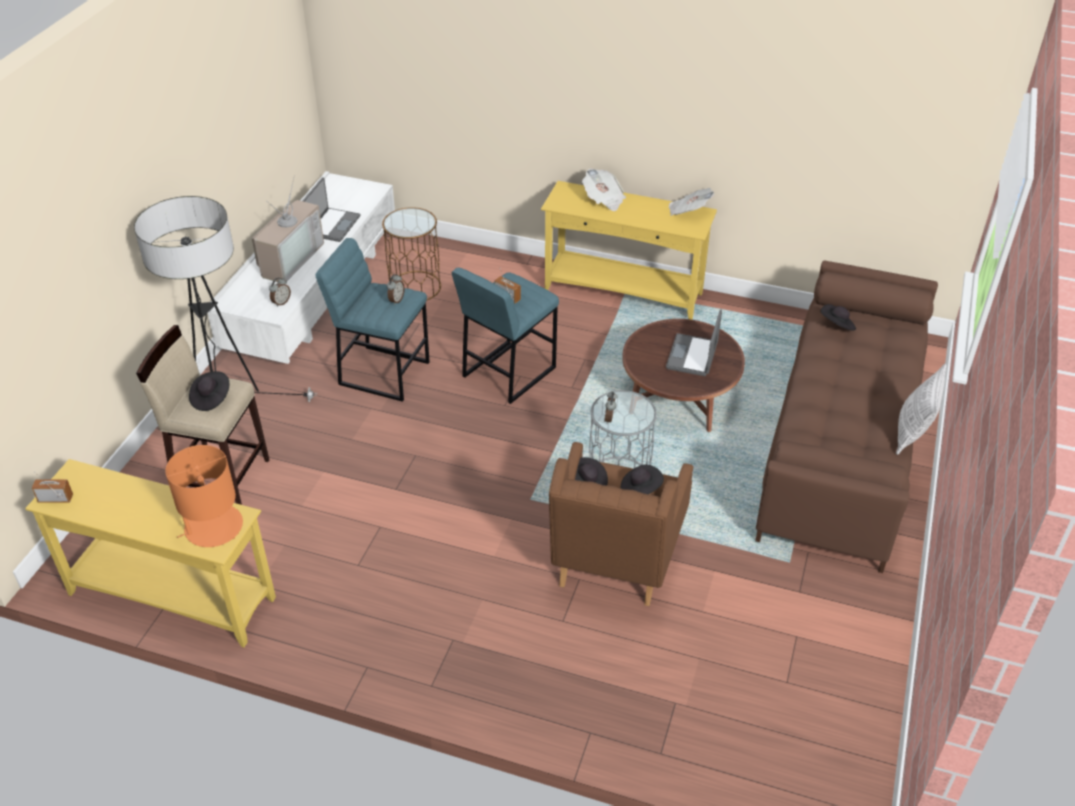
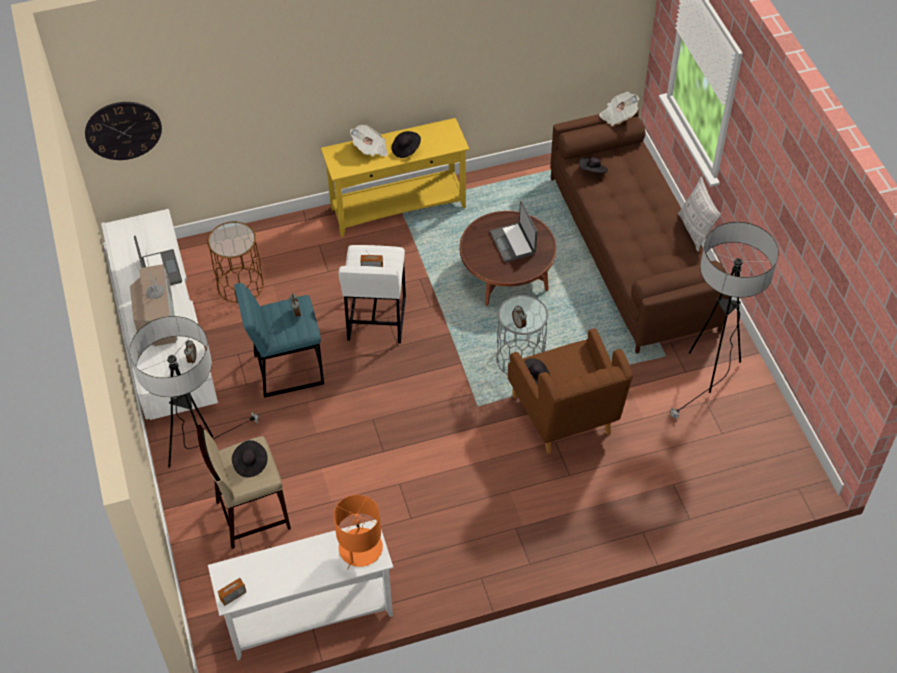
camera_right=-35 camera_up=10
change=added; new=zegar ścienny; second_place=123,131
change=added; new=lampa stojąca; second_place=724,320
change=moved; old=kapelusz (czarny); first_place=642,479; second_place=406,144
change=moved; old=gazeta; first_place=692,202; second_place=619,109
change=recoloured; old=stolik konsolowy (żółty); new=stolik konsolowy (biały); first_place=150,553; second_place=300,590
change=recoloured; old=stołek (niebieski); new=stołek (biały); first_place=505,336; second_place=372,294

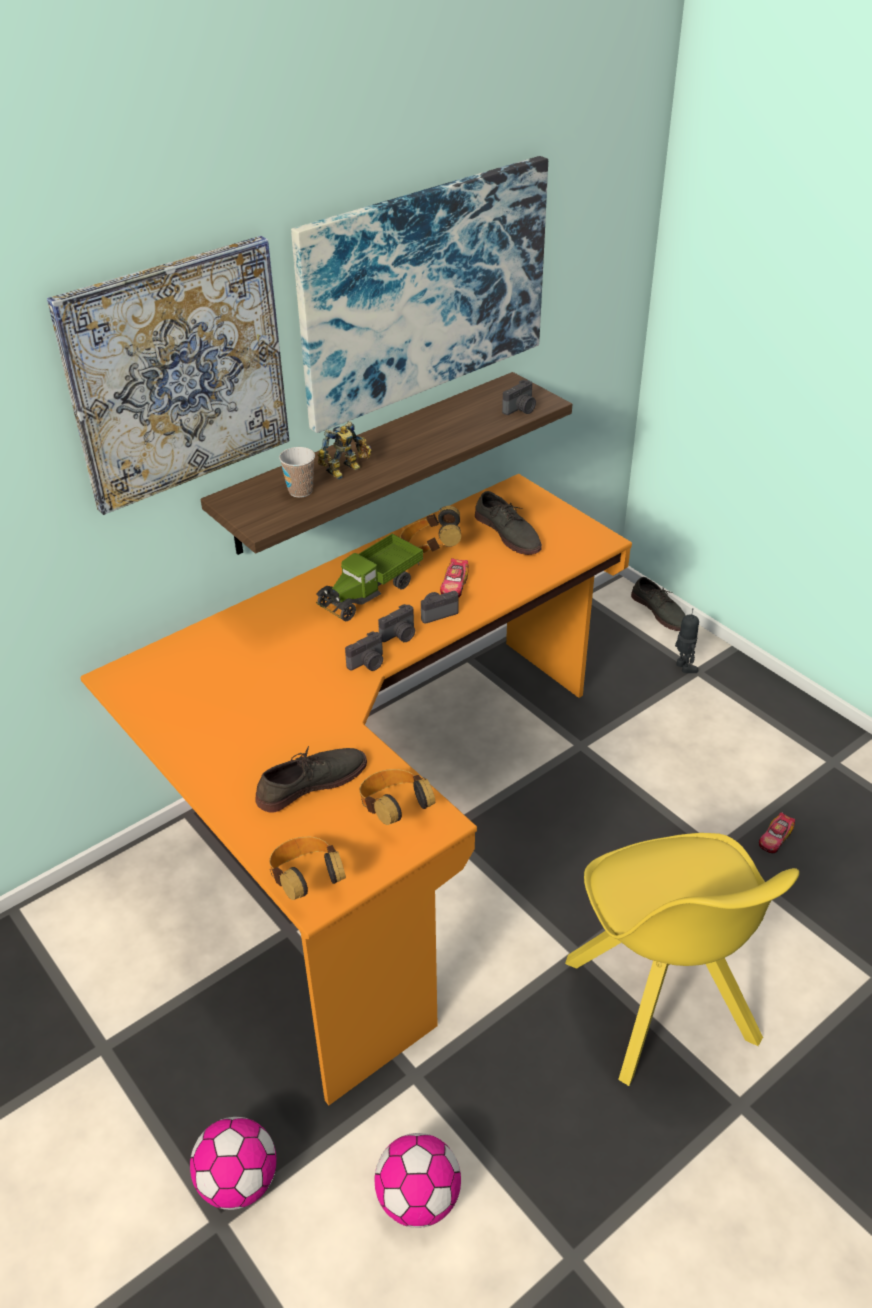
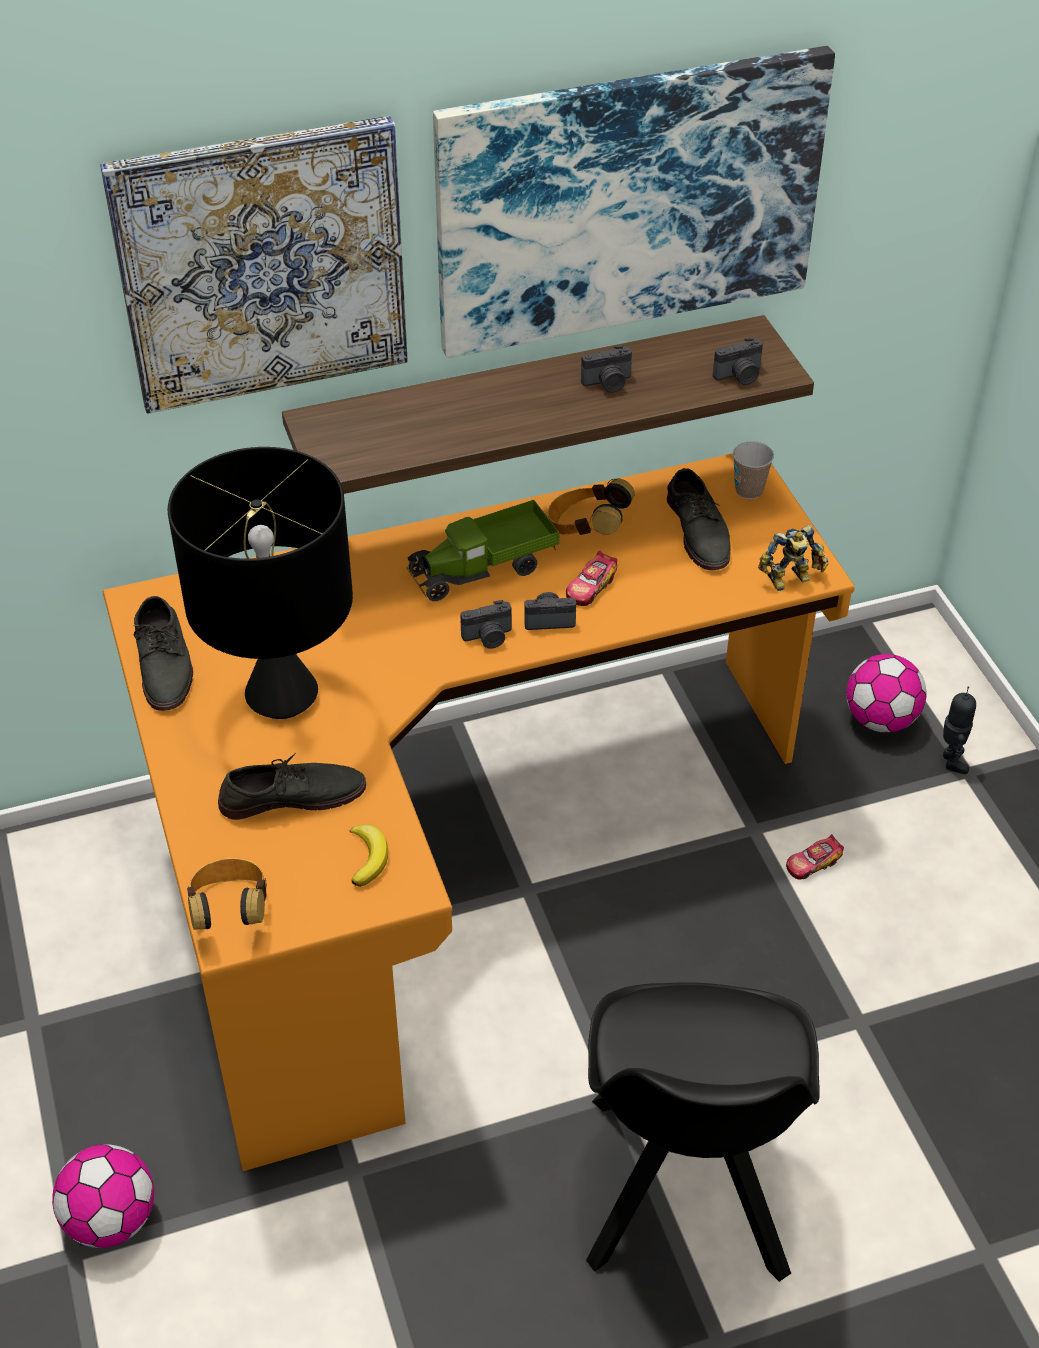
camera_right=20 camera_up=5
change=added; new=lampa stołowa (czarny); second_place=260,583
change=moved; old=filiżanka; first_place=297,472; second_place=753,470
change=moved; old=robot zabawkowy; first_place=345,450; second_place=793,558
change=moved; old=aparat fotograficzny; first_place=364,651; second_place=606,369
change=moved; old=piłka futbolowa; first_place=418,1180; second_place=886,693
change=moved; old=but (szary); first_place=658,604; second_place=163,653
change=moved; old=samochodzik; first_place=777,832; second_place=815,857
change=replaced; old=słuchawki; new=banan; first_place=397,797; second_place=369,855
change=recoloured; old=krzesło (żółty); new=krzesło (czarny); first_place=682,959; second_place=703,1132

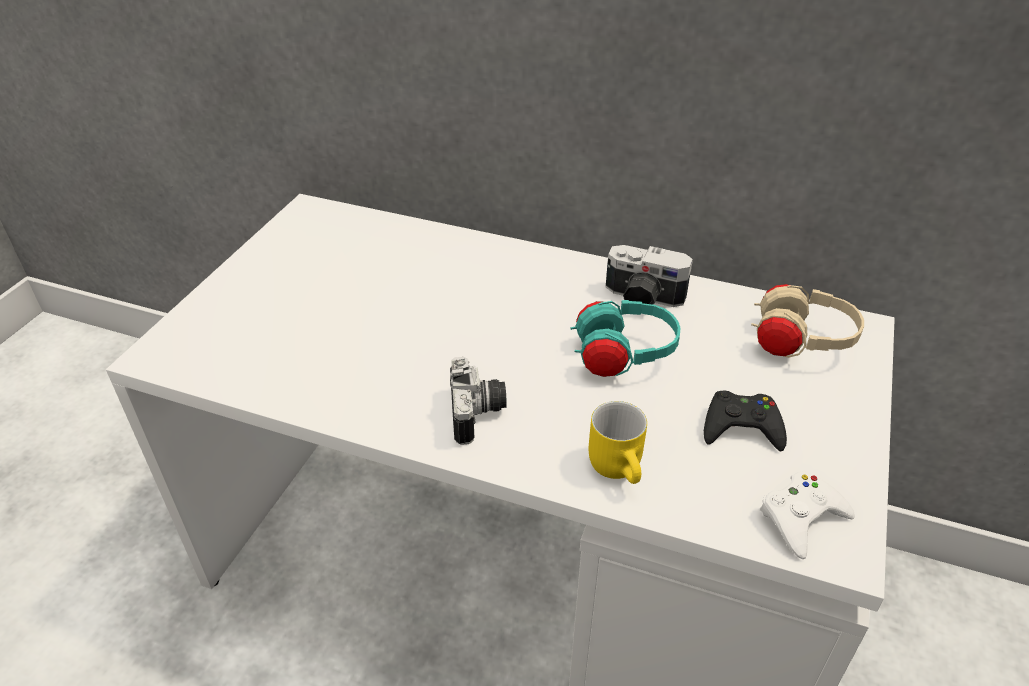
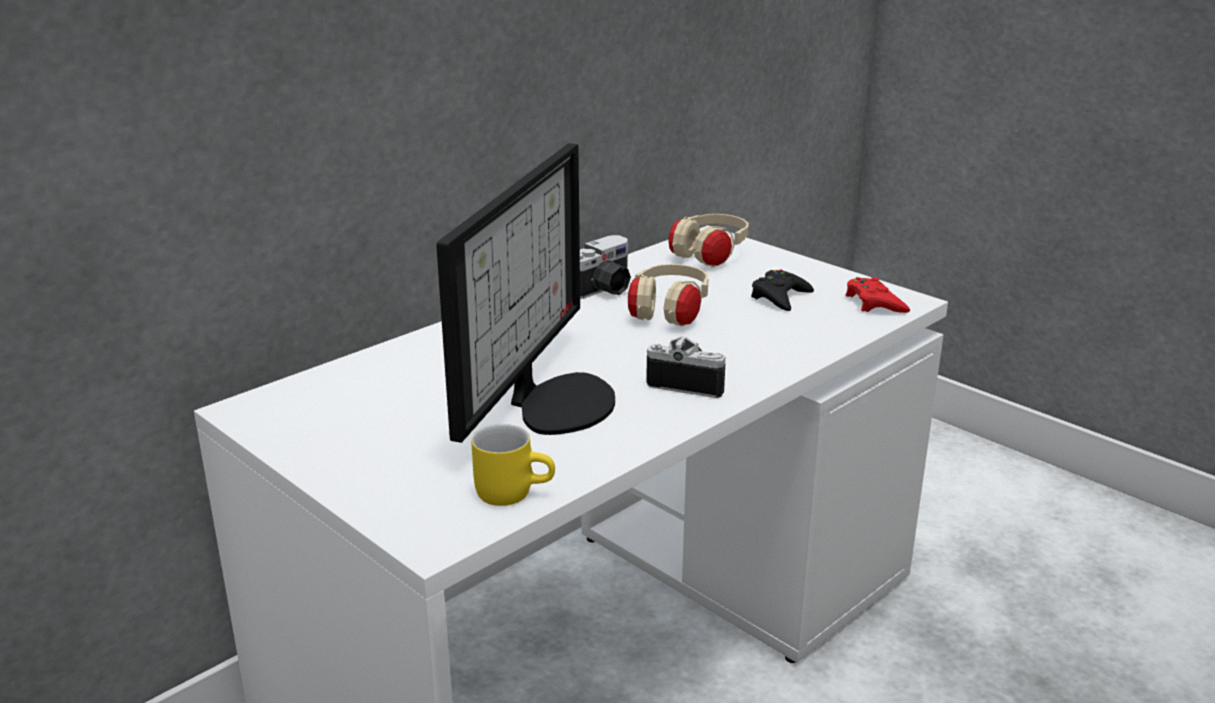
camera_right=-65 camera_up=-15
change=added; new=monitor; second_place=525,293
change=moved; old=kubek (żółty); first_place=618,442; second_place=513,465
change=recoloured; old=słuchawki (turkusowy); new=słuchawki (beżowy); first_place=625,338; second_place=668,295
change=recoloured; old=pad do gier (biały); new=pad do gier (czerwony); first_place=807,515; second_place=878,295

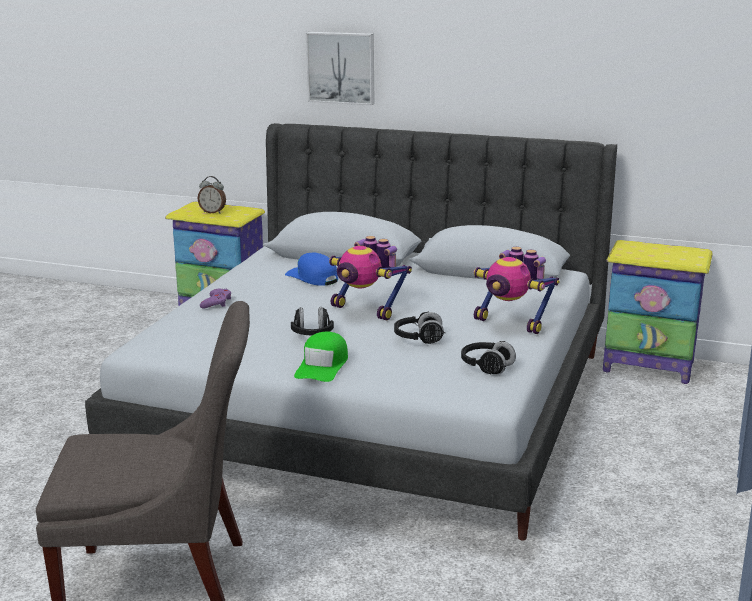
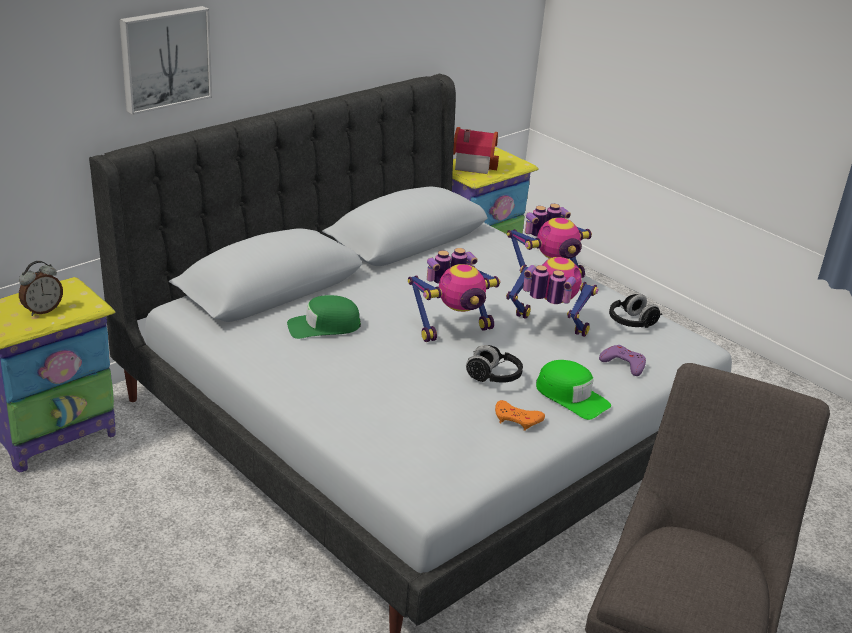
camera_right=-65 camera_up=10
change=added; new=domek; second_place=476,150
change=added; new=pad do gier (pomarańczowy); second_place=520,415
change=moved; old=pad do gier (fioletowy); first_place=215,299; second_place=622,360
change=replaced; old=słuchawki (czarny); new=robot zabawkowy; first_place=420,328; second_place=552,297
change=recoloured; old=czapka z daszkiem (niebieski); new=czapka z daszkiem (zielony); first_place=311,269; second_place=324,317

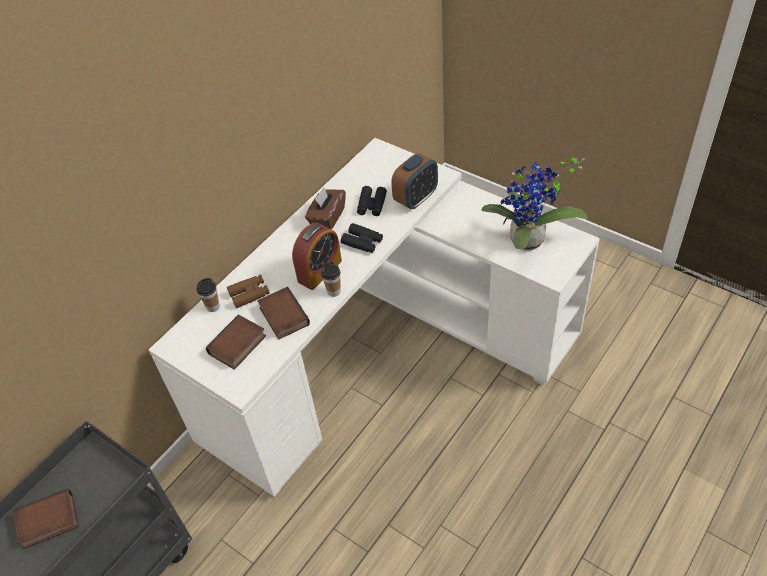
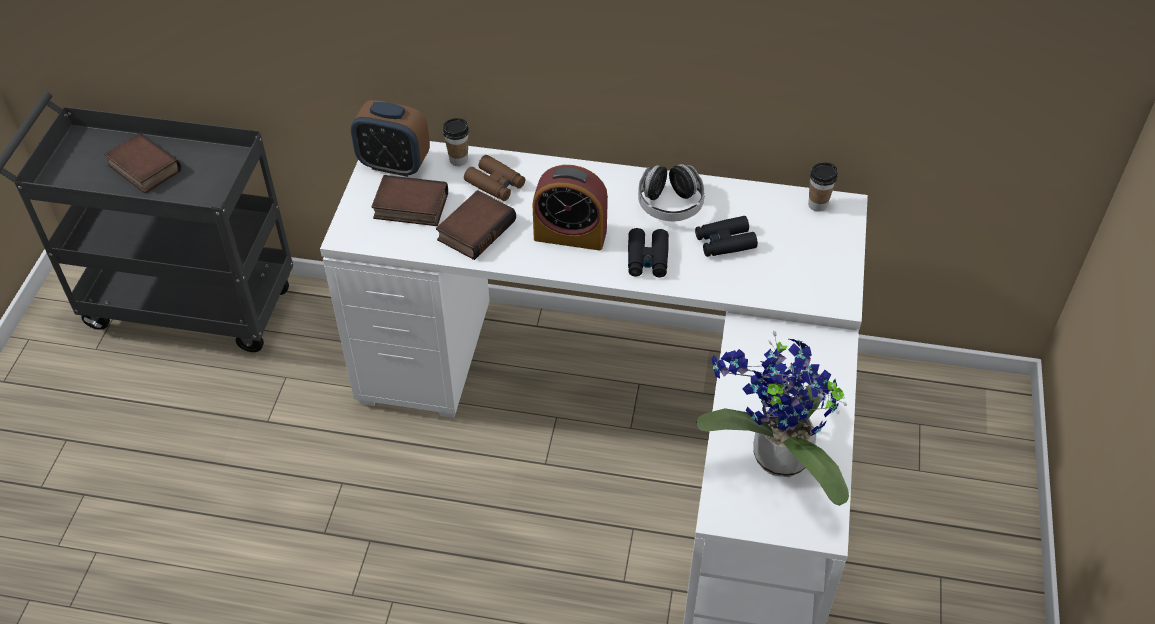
camera_right=60 camera_up=0
change=moved; old=filiżanka; first_place=331,279; second_place=823,187
change=moved; old=budzik; first_place=414,181; second_place=390,138
change=replaced; old=pudełko chusteczek (brązowy); new=słuchawki; first_place=325,208; second_place=671,192

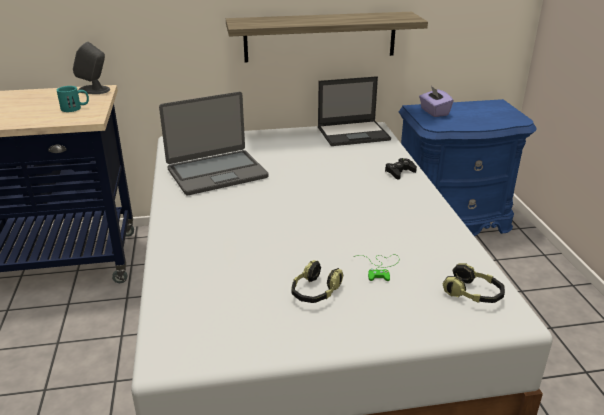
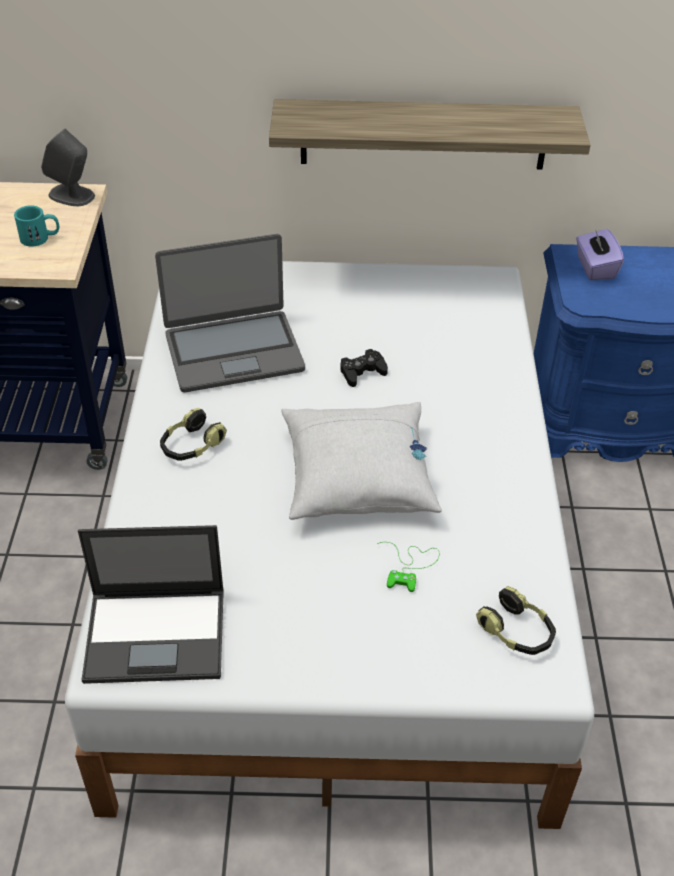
camera_right=10 camera_up=15
change=added; new=poduszka (szary); second_place=361,461
change=moved; old=słuchawki; first_place=317,281; second_place=193,434
change=moved; old=laptop; first_place=354,111; second_place=151,604
change=moved; old=pad do gier (czarny); first_place=401,169; second_place=364,368

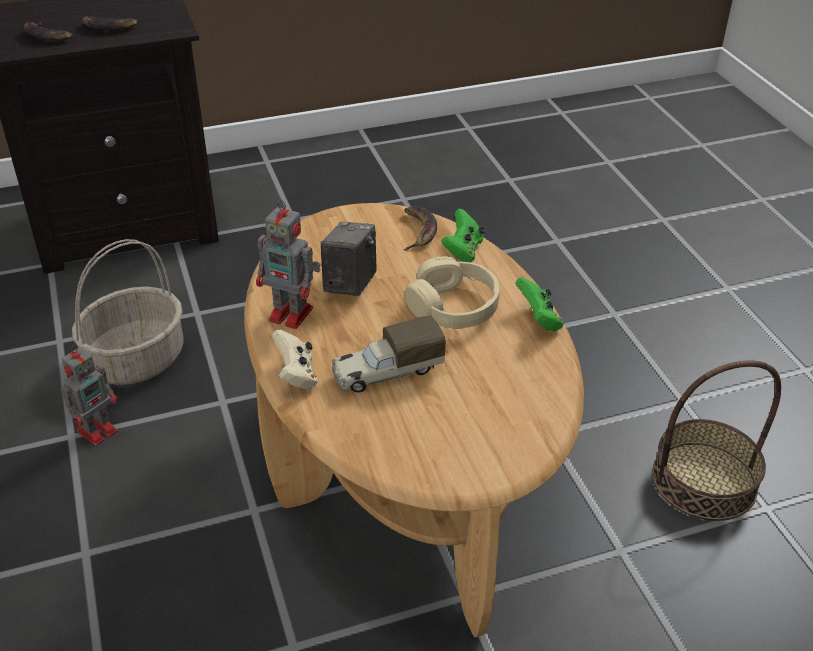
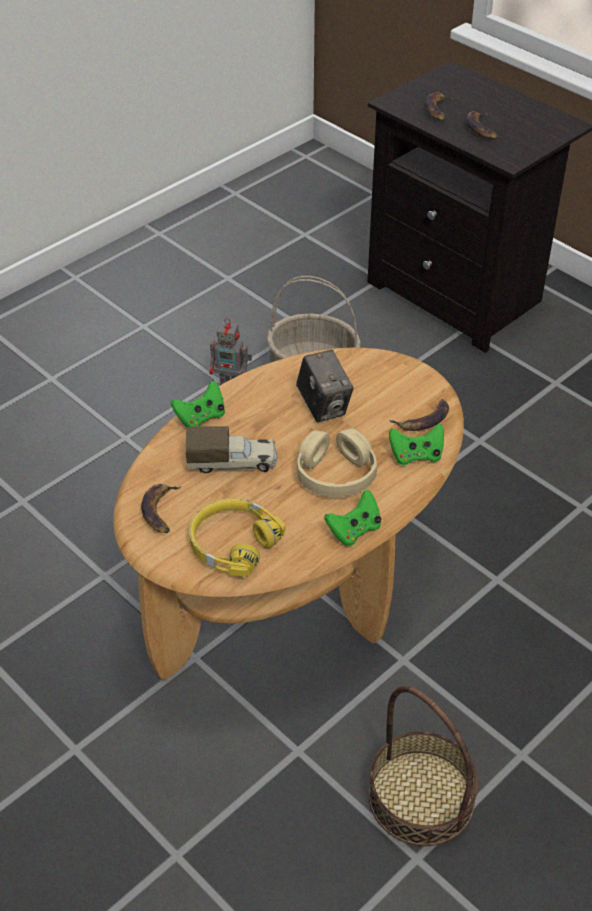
camera_right=65 camera_up=5
change=removed; old=robot zabawkowy; first_place=288,264
change=added; new=banan; second_place=161,508
change=added; new=słuchawki (żółty); second_place=237,537
change=recoloured; old=pad do gier (beżowy); new=pad do gier (zielony); first_place=295,359; second_place=198,404
change=turned; old=aparat fotograficzny; first_place=348,259; second_place=325,386; degrees=75
change=turned; old=ciężarówka zabawkowa; first_place=389,354; second_place=232,449; degrees=135

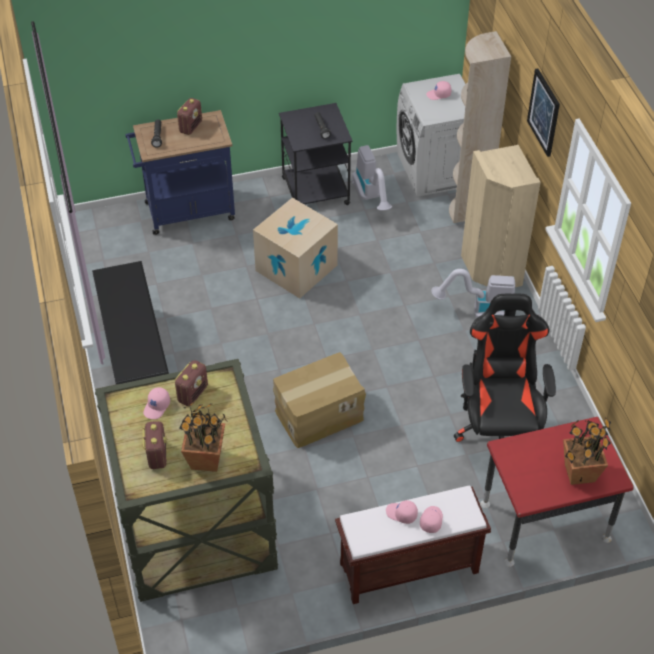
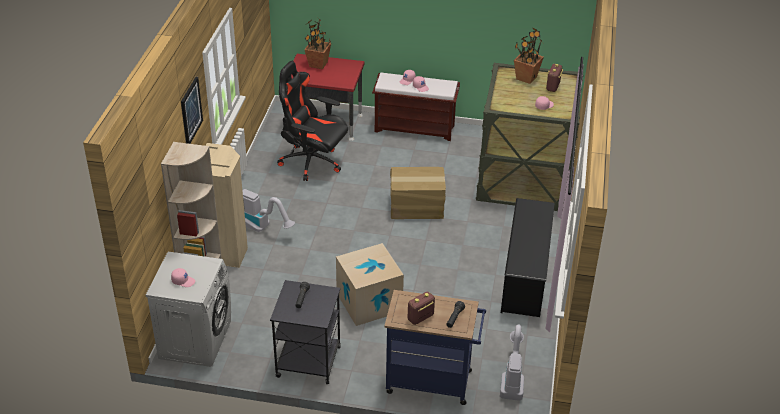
camera_right=-155 camera_up=-10
change=removed; old=radio; first_place=191,383
change=moved; old=odkurzacz; first_place=372,178; second_place=512,362
change=turned; old=krzesło biurowe (czarny); first_place=505,367; second_place=312,120; degrees=90

